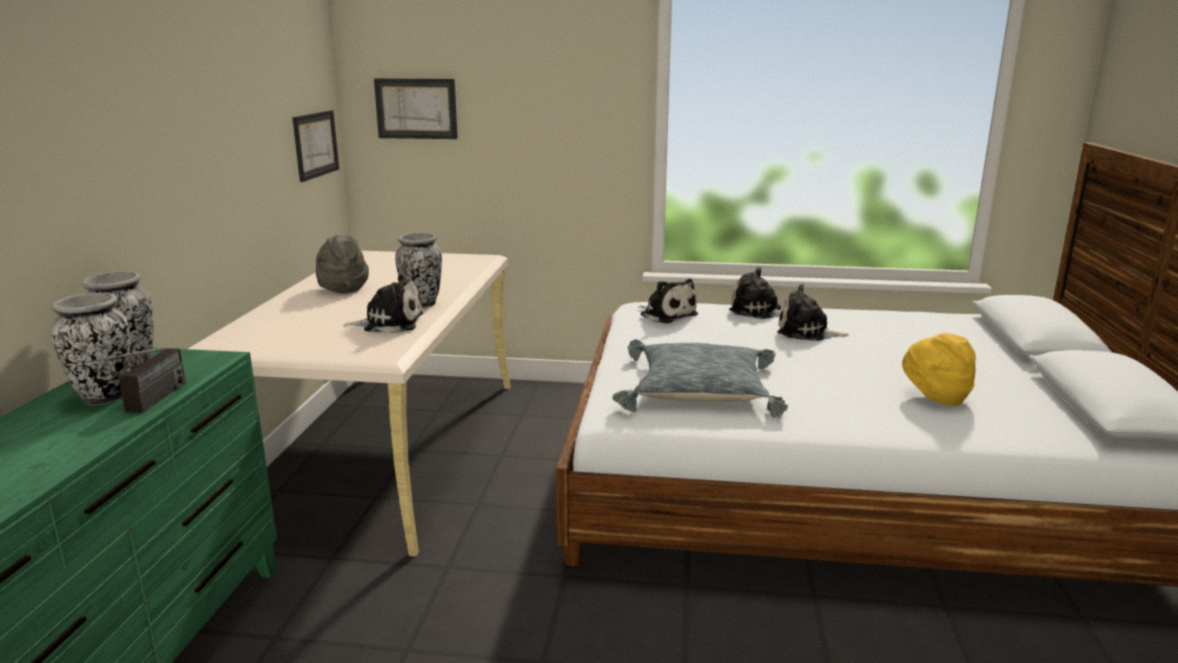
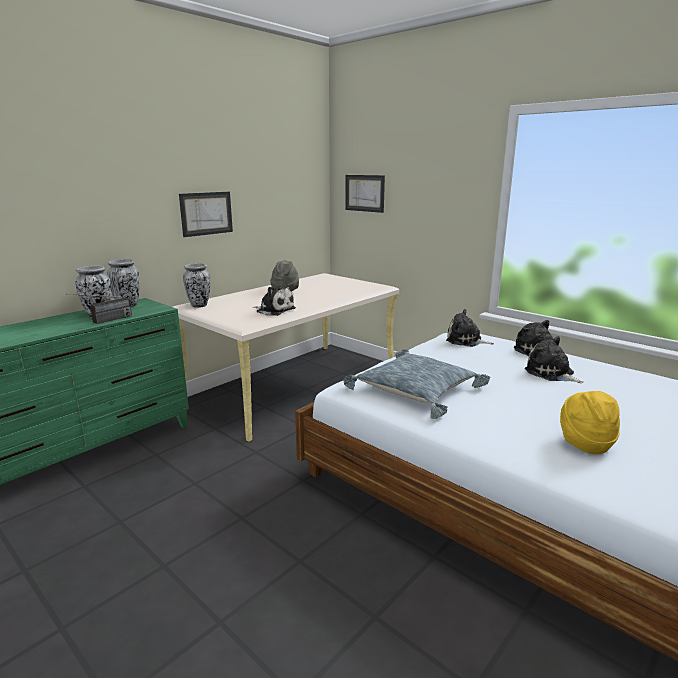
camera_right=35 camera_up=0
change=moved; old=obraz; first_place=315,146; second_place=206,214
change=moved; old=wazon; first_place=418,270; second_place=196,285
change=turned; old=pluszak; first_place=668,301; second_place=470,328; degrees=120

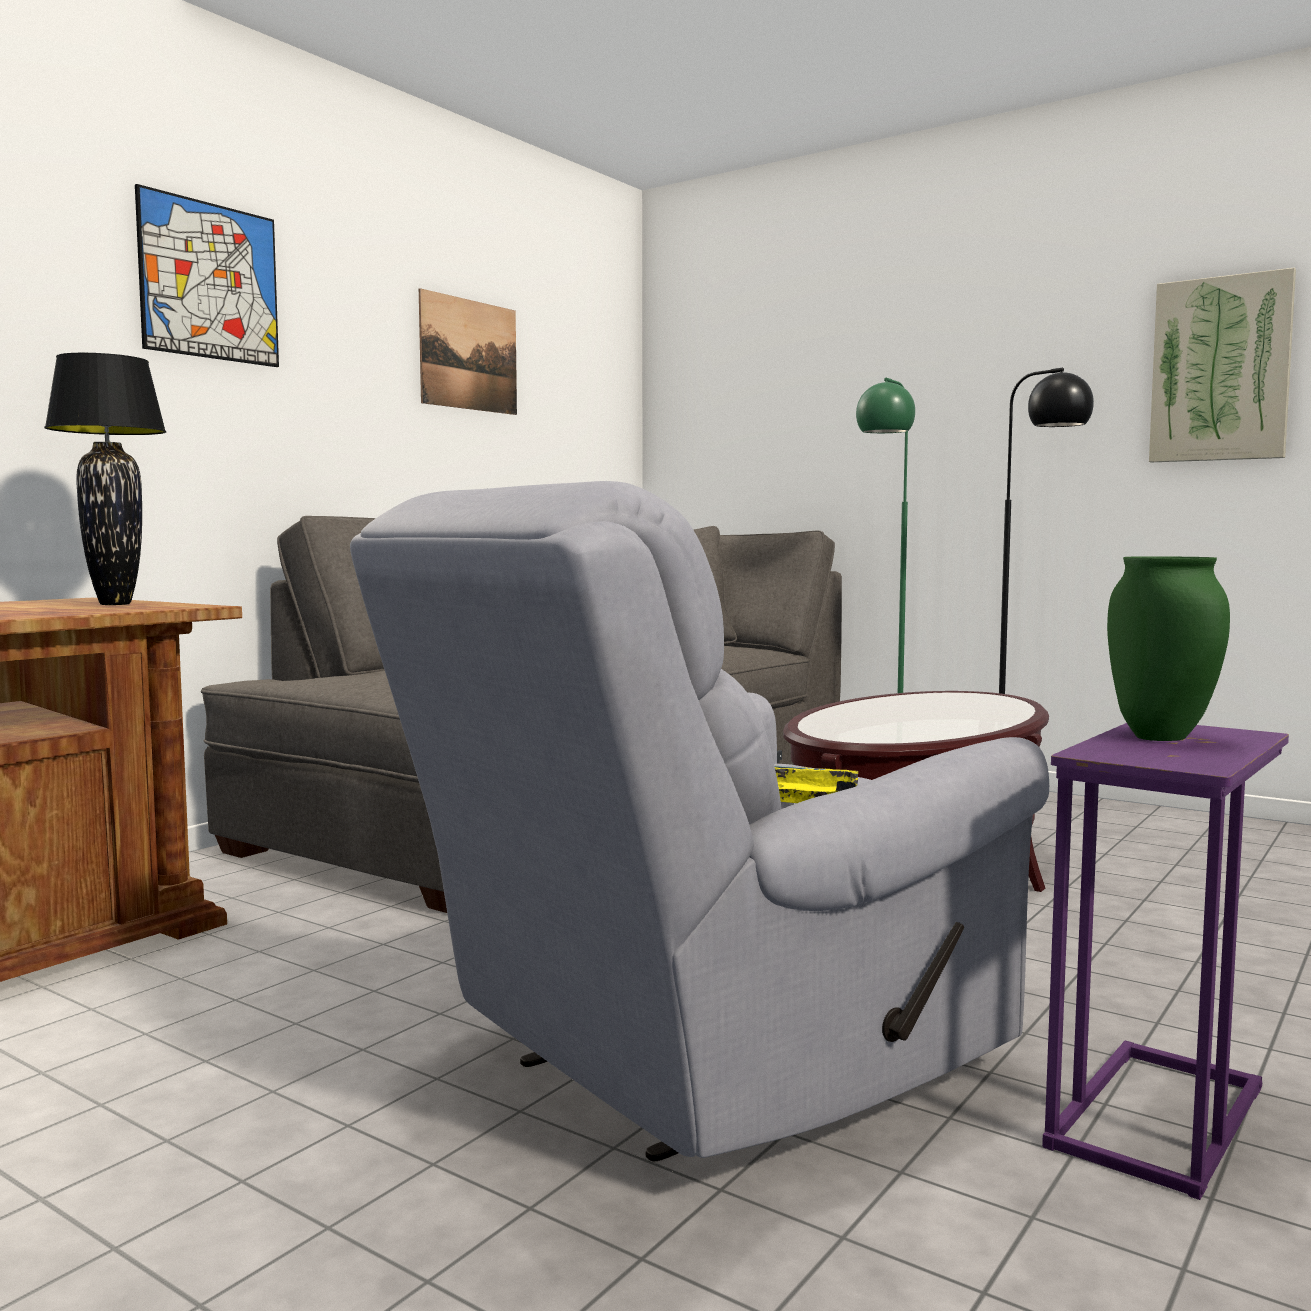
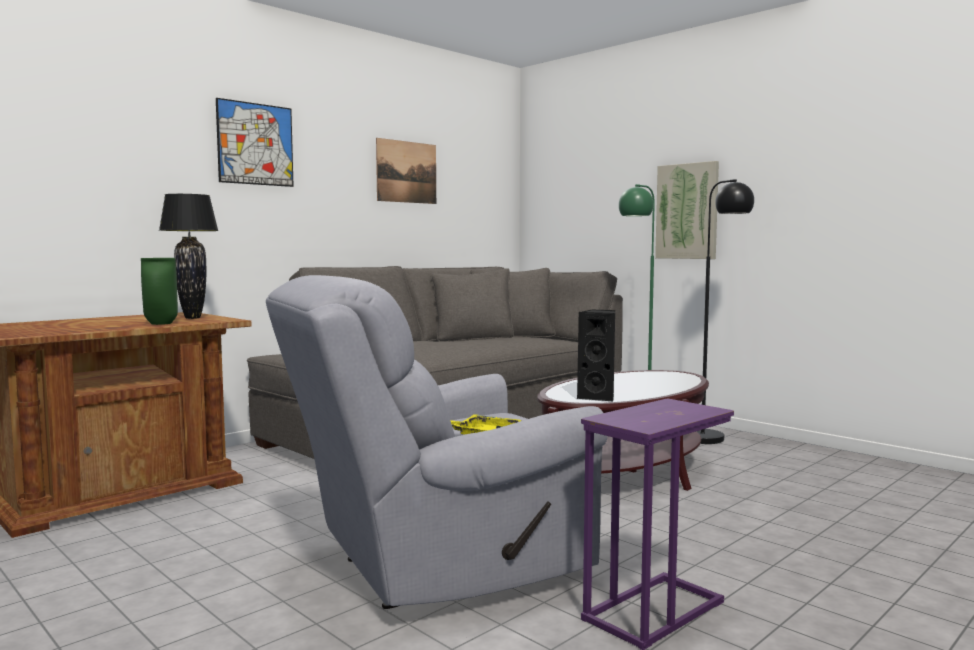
camera_right=10 camera_up=0
change=added; new=głośnik (czarny); second_place=596,355
change=moved; old=wazon (zielony); first_place=1168,648; second_place=159,291
change=moved; old=obraz; first_place=1222,365; second_place=687,210

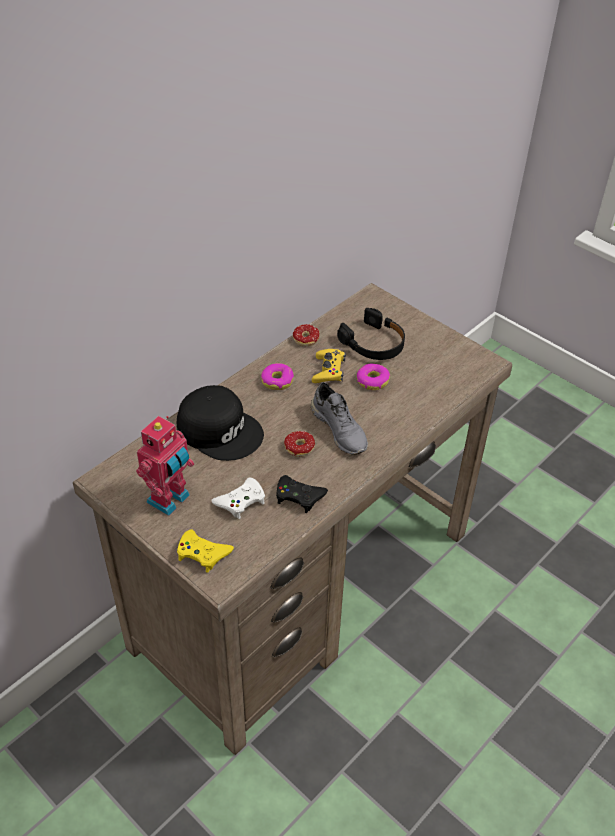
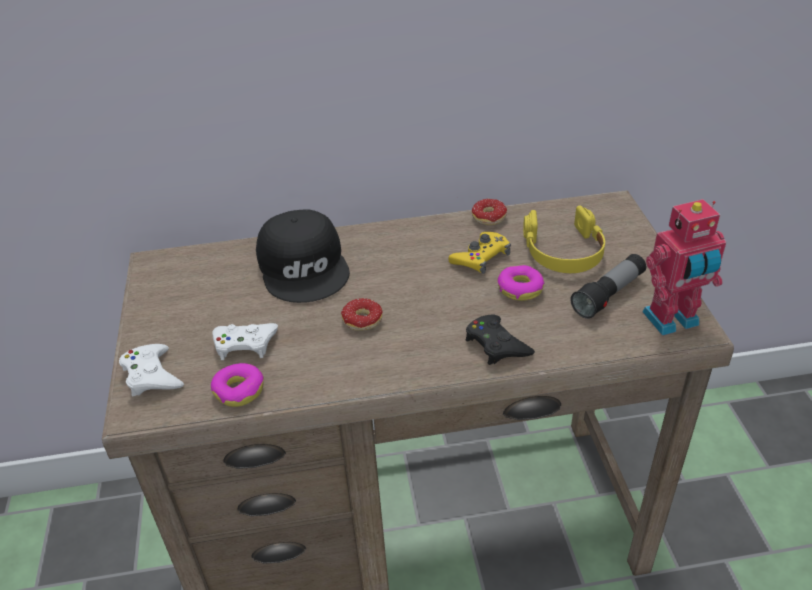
camera_right=40 camera_up=-5
change=removed; old=but (szary); first_place=339,418
change=added; new=latarka; second_place=608,286
change=moved; old=robot zabawkowy; first_place=165,466; second_place=684,267
change=moved; old=donut; first_place=277,376; second_place=237,385
change=moved; old=pad do gier (czarny); first_place=302,494; second_place=500,339
change=recoloured; old=pad do gier (żółty); new=pad do gier (biały); first_place=205,551; second_place=151,370
change=recoloured; old=słuchawki (czarny); new=słuchawki (żółty); first_place=371,334; second_place=564,239

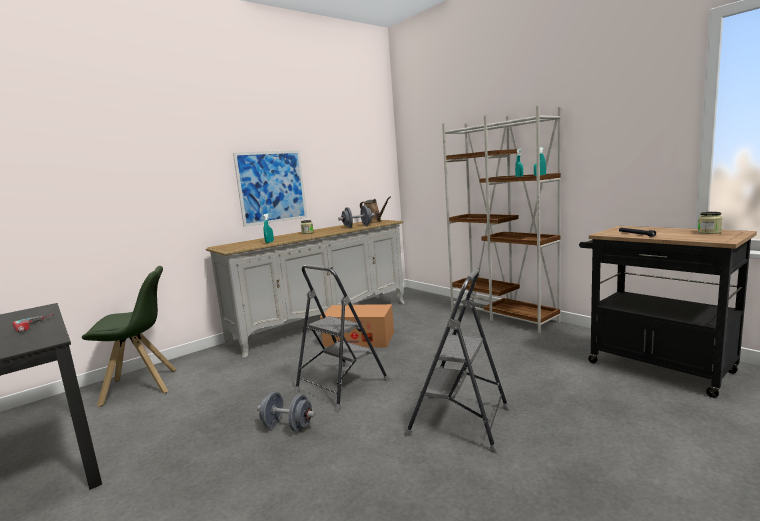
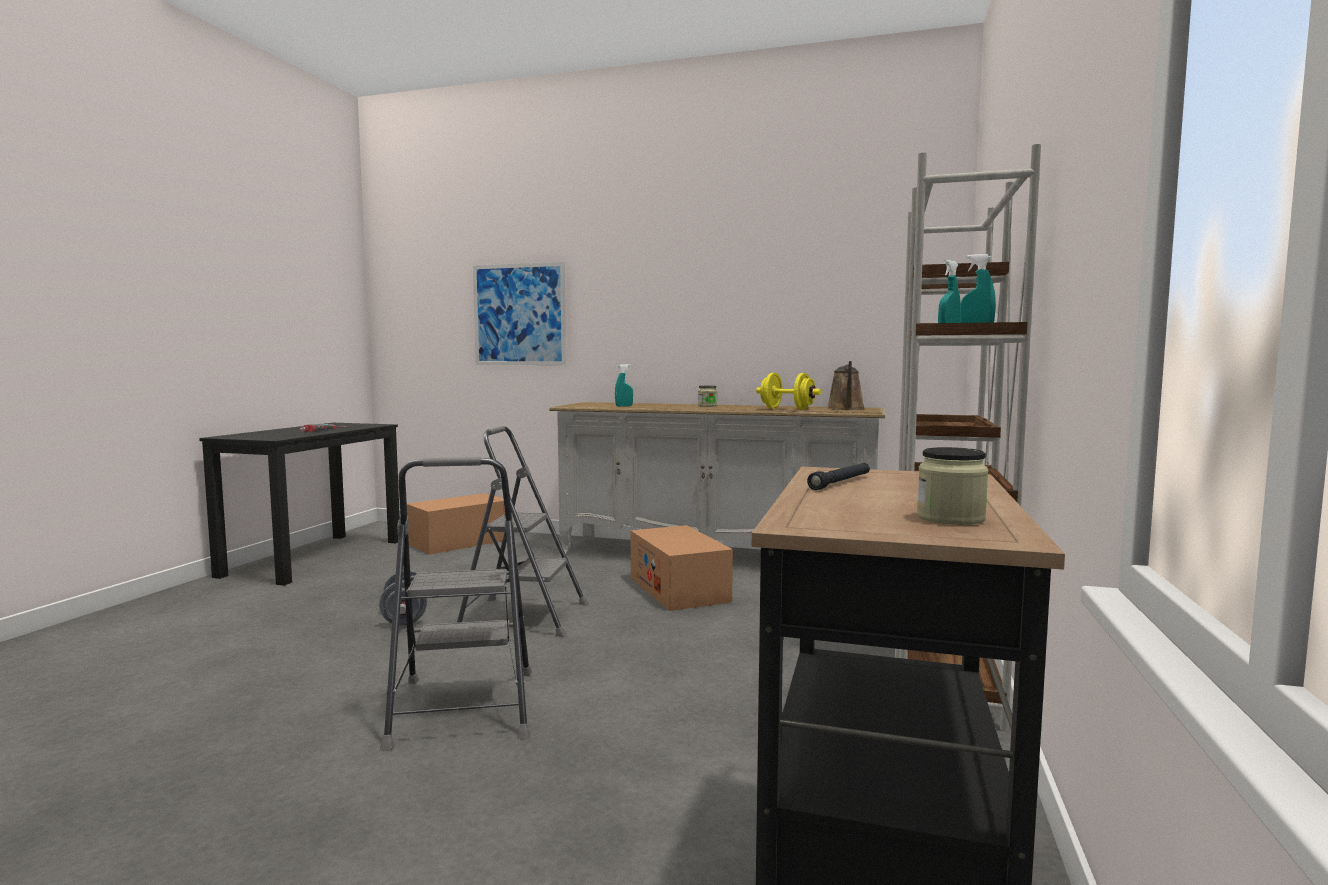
camera_right=55 camera_up=-5
change=moved; old=obraz; first_place=270,188; second_place=519,313
change=replaced; old=krzesło (zielony); new=karton; first_place=129,336; second_place=456,524
change=recoloured; old=hantel (szary); new=hantel (żółty); first_place=356,217; second_place=788,391

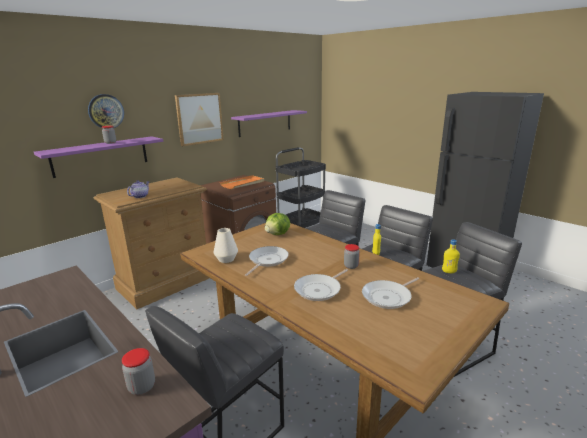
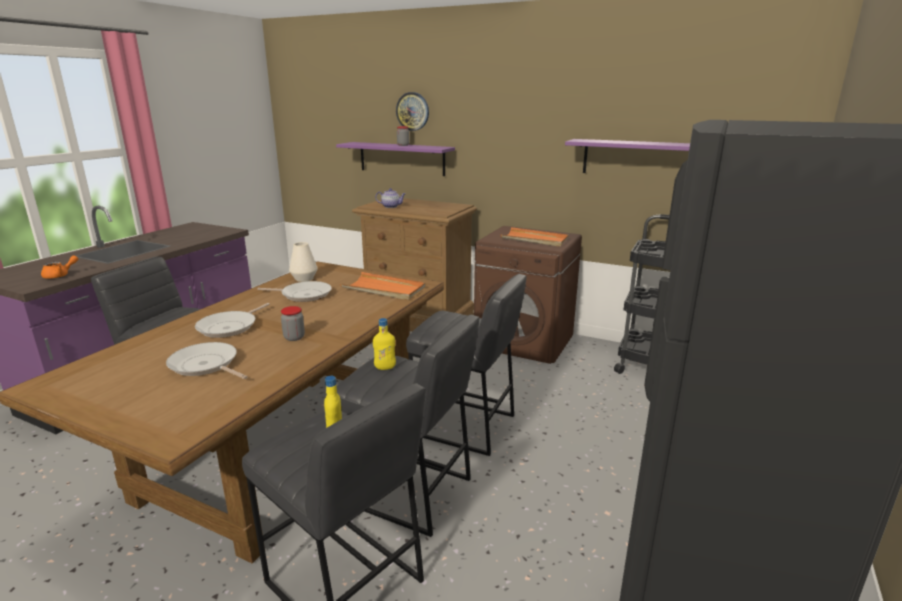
camera_right=70 camera_up=0
change=removed; old=obraz; first_place=199,119
change=replaced; old=słoik; new=imbryk (pomarańczowy); first_place=138,371; second_place=59,267
change=replaced; old=sałata; new=taca (pomarańczowy); first_place=277,224; second_place=382,286
change=turned; old=patelnia; first_place=321,285; second_place=232,320; degrees=-90

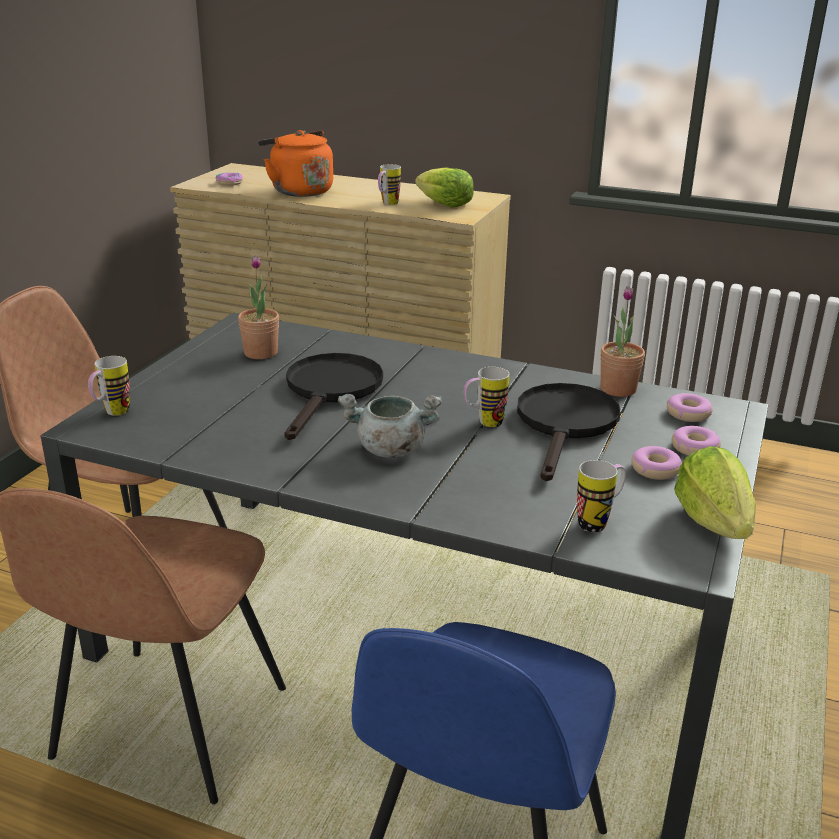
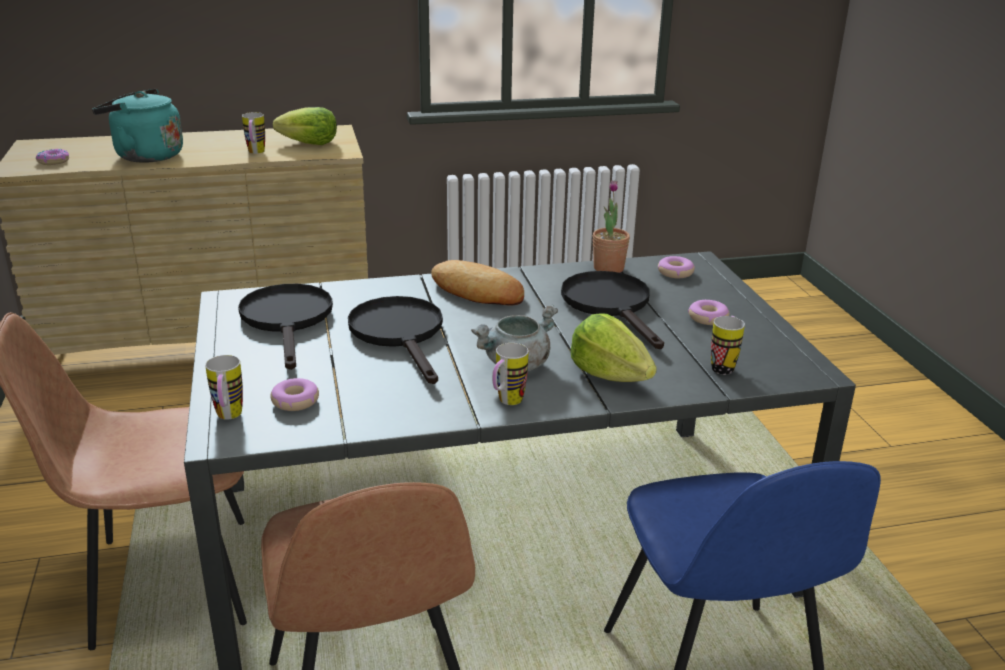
camera_right=-35 camera_up=0
change=added; new=chleb; second_place=477,282
change=moved; old=kubek; first_place=487,397; second_place=510,374
change=moved; old=donut; first_place=696,441; second_place=294,394
change=moved; old=sałata; first_place=715,492; second_place=614,347
change=replaced; old=roślina doniczkowa; new=patelnia (czarny); first_place=258,307; second_place=285,327
change=recoloured; old=czajnik (pomarańczowy); new=czajnik (turkusowy); first_place=295,163; second_place=137,126

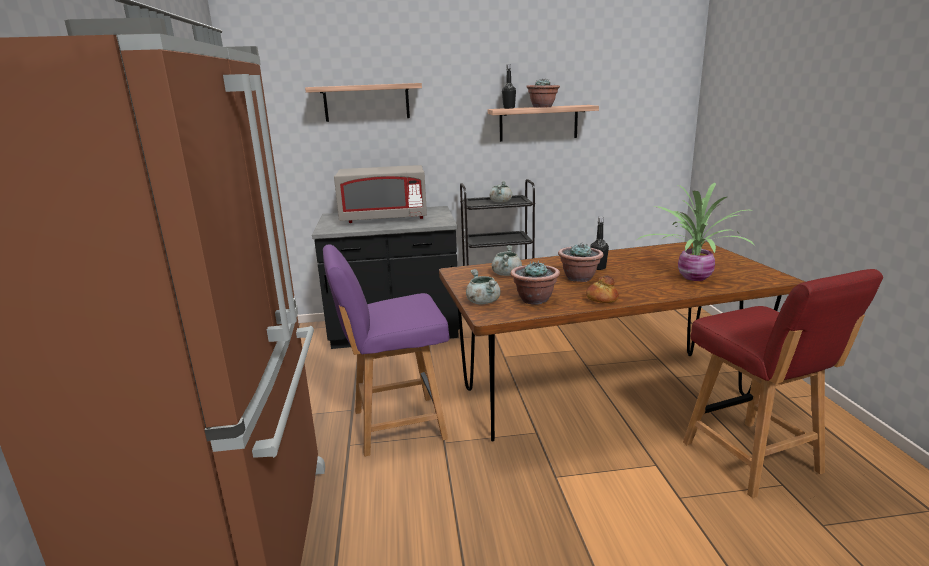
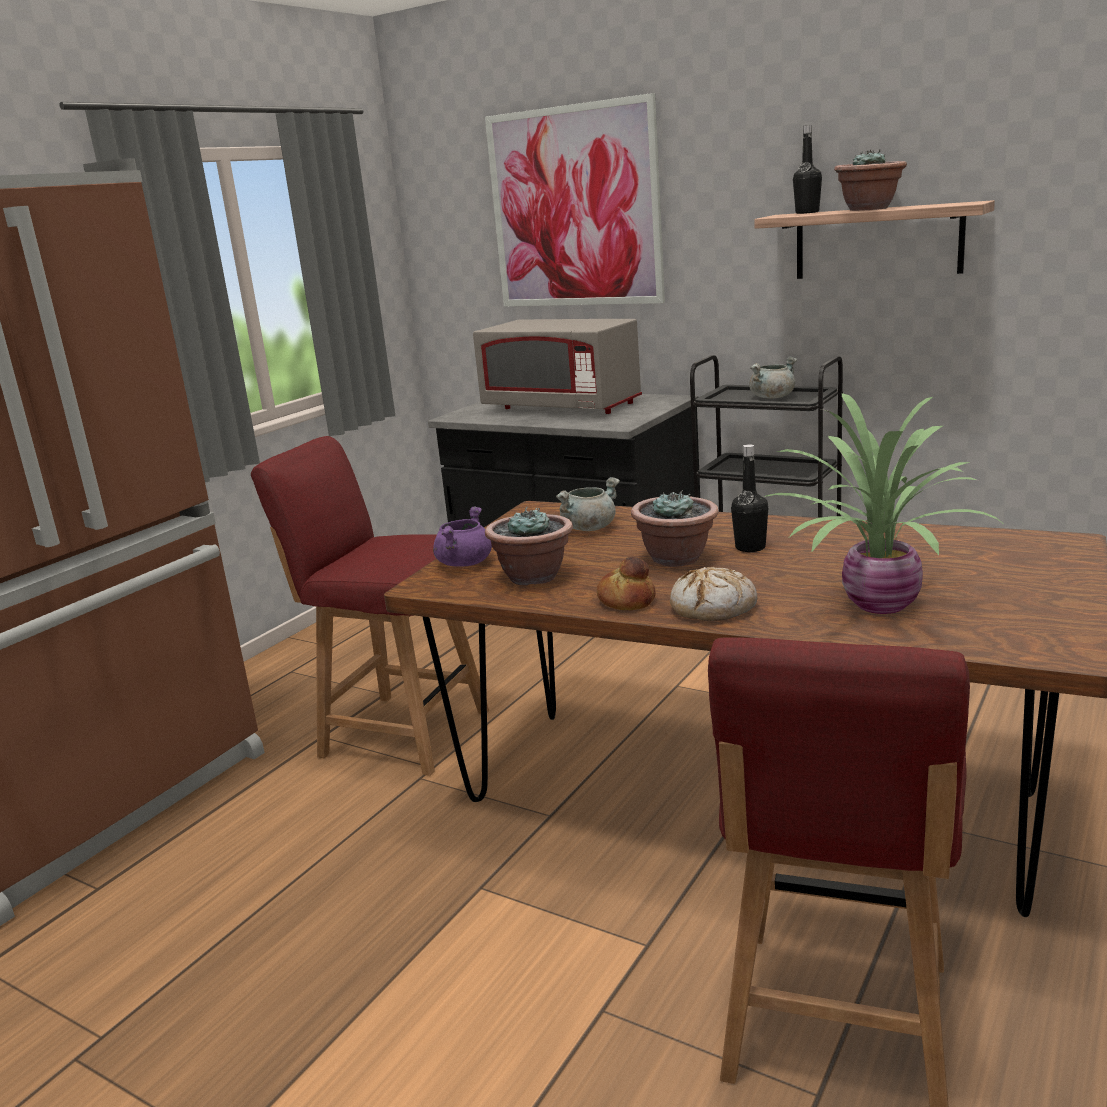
camera_right=40 camera_up=0
change=added; new=chleb; second_place=713,594
change=replaced; old=półka; new=obraz; first_place=363,102; second_place=575,199
change=recoloured; old=krzesło (fioletowy); new=krzesło (czerwony); first_place=386,350; second_place=370,606
change=recoloured; old=garnek (szary); new=garnek (fioletowy); first_place=483,286; second_place=462,536

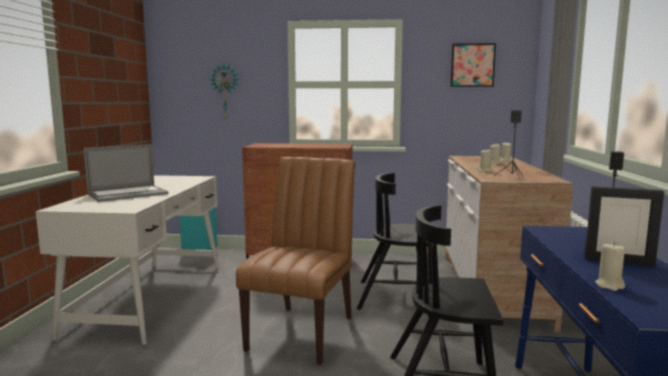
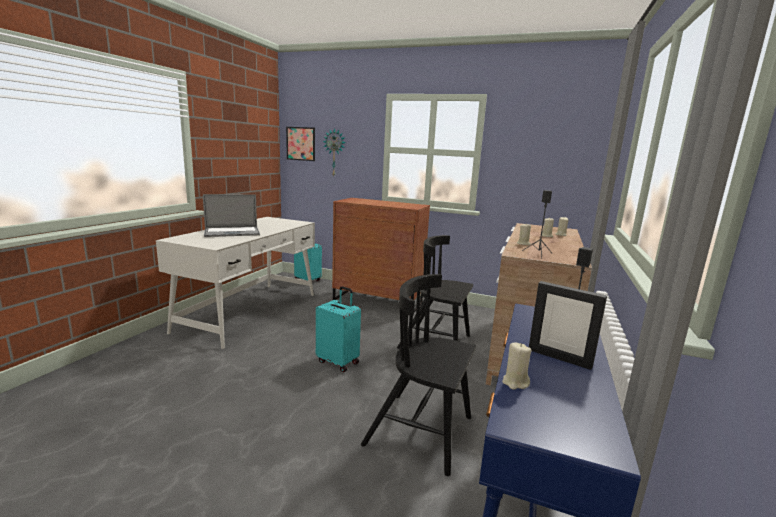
camera_right=15 camera_up=5
change=moved; old=obraz; first_place=473,65; second_place=300,144
change=replaced; old=krzesło (brązowy); new=walizka (turkusowy); first_place=296,261; second_place=338,329

